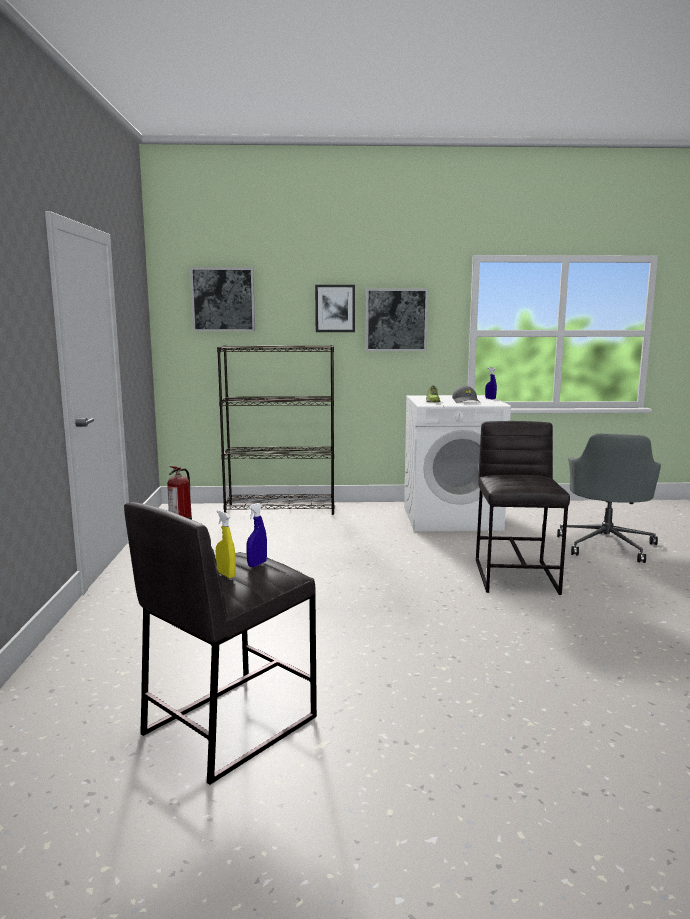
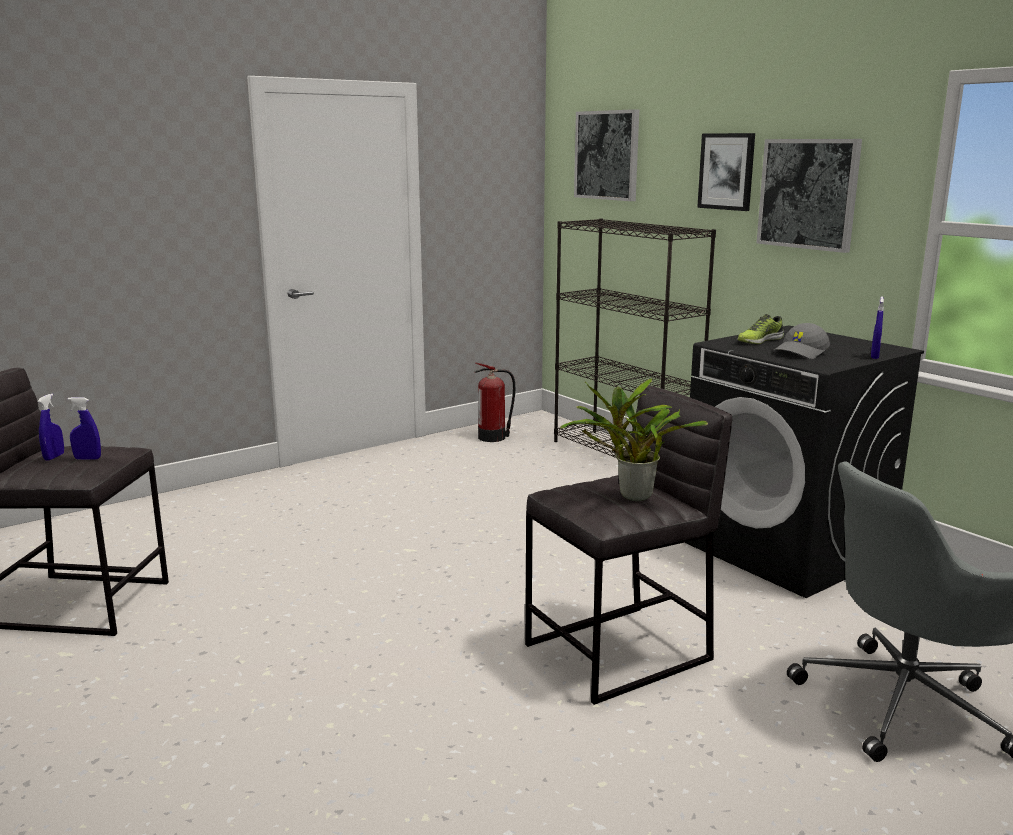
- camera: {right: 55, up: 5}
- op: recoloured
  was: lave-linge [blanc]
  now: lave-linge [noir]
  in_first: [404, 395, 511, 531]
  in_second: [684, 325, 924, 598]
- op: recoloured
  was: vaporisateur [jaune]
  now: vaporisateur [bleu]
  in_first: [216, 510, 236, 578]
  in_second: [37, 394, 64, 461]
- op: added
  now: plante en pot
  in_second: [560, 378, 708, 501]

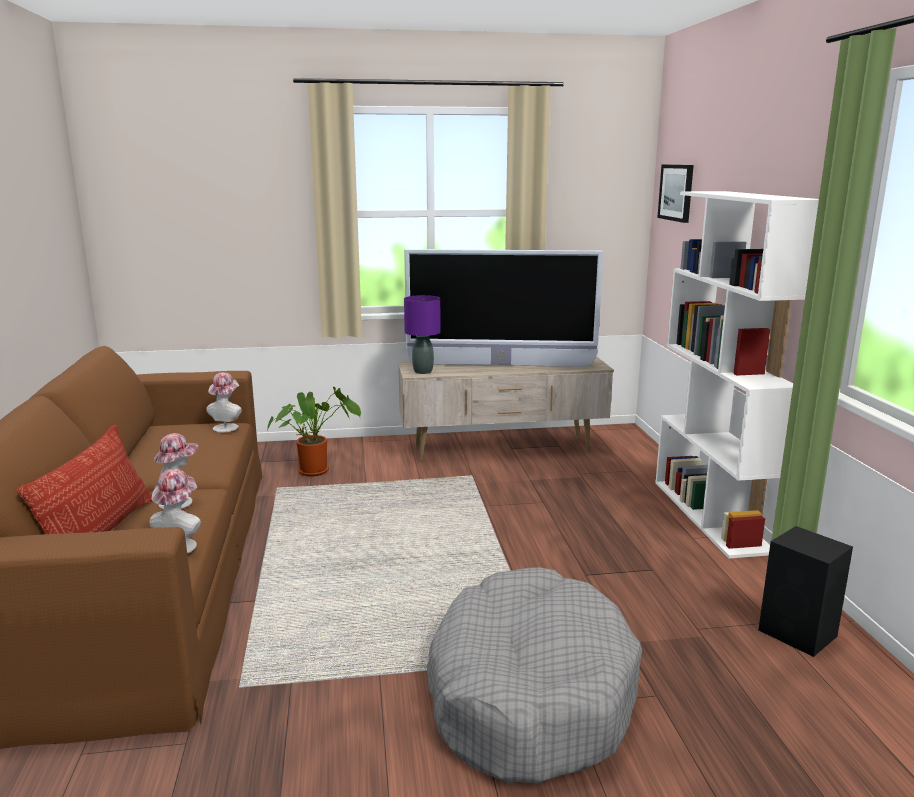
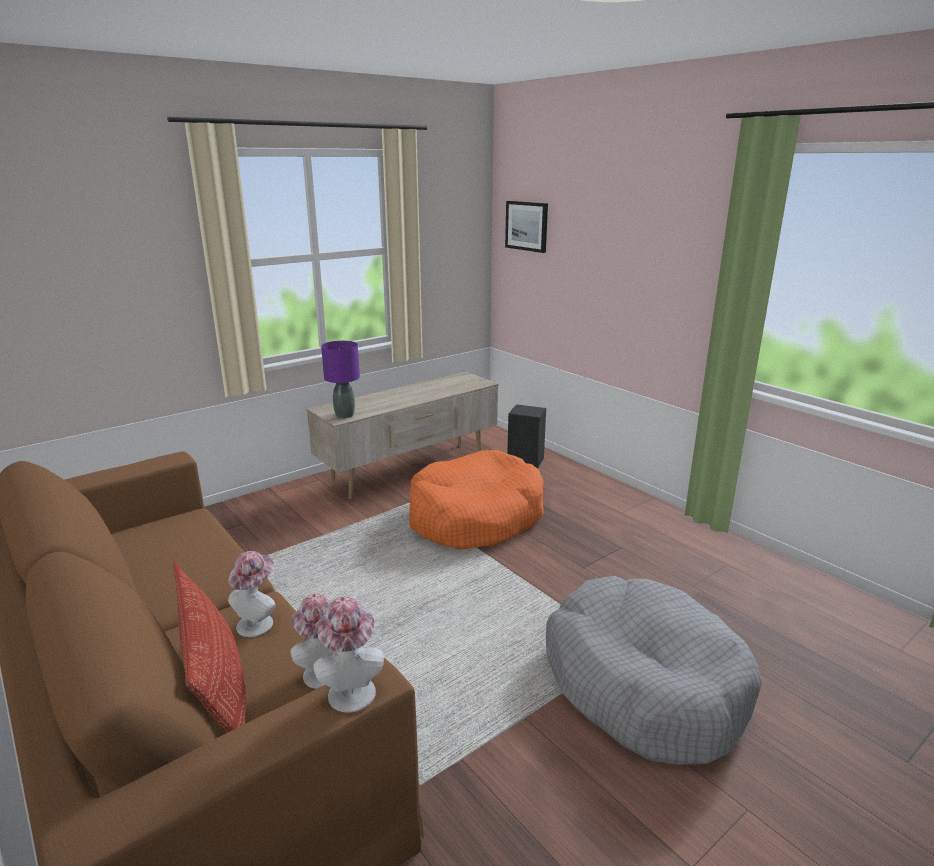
- camera: {right: -30, up: 5}
- op: removed
  was: bibliothèque [blanc]
  in_first: [655, 191, 819, 559]
- op: removed
  was: téléviseur
  in_first: [404, 249, 603, 367]
- op: moved
  was: chapeau
  in_first: [206, 372, 242, 432]
  in_second: [313, 597, 384, 713]
- op: removed
  was: plante en pot
  in_first: [268, 387, 361, 477]
- op: moved
  was: enceinte [noir]
  in_first: [758, 526, 853, 657]
  in_second: [507, 404, 546, 469]
- op: added
  now: panier pour chien [orange]
  in_second: [409, 450, 544, 549]

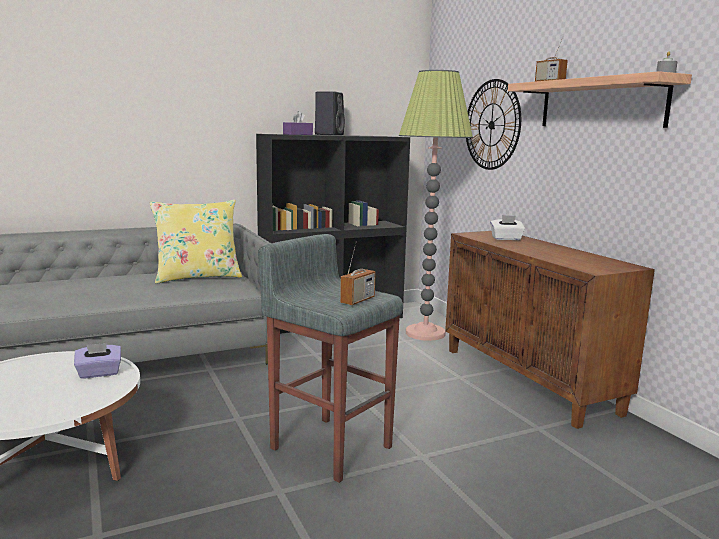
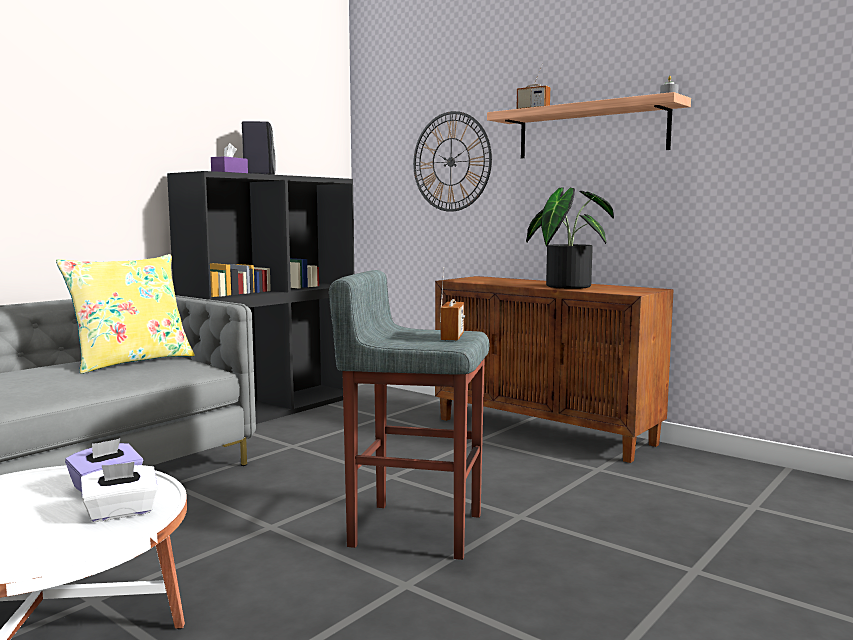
- camera: {right: -25, up: -5}
- op: removed
  was: lampadaire
  in_first: [399, 70, 473, 341]
- op: moved
  was: boîte à mouchoirs [blanc]
  in_first: [490, 215, 525, 240]
  in_second: [81, 462, 158, 522]
- op: added
  now: plante en pot
  in_second: [526, 188, 614, 289]

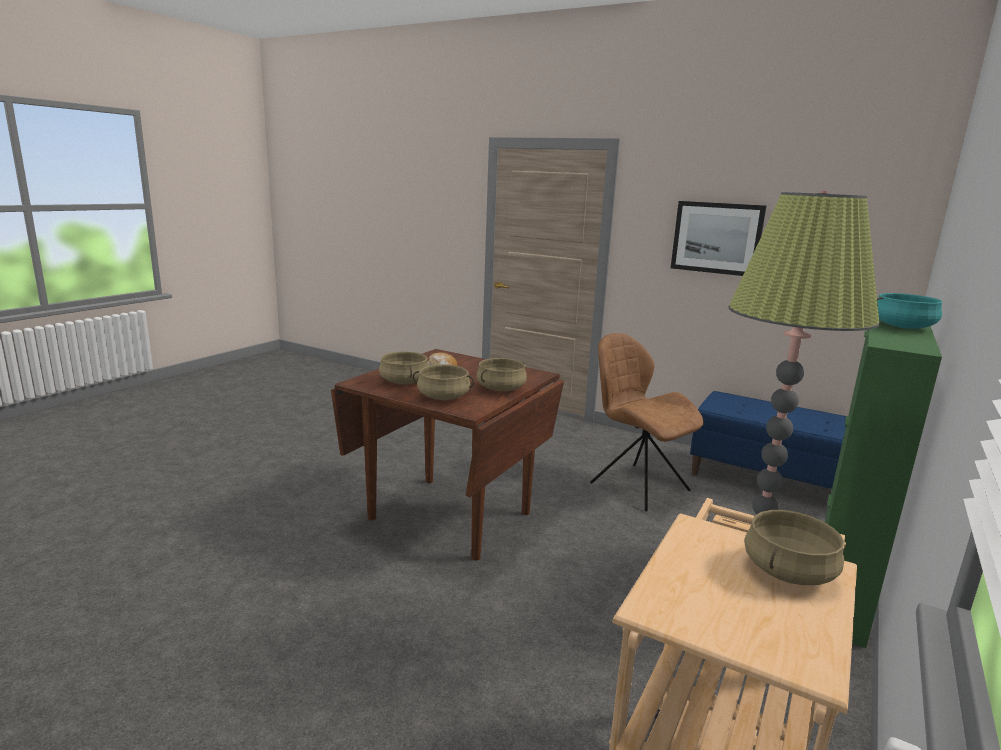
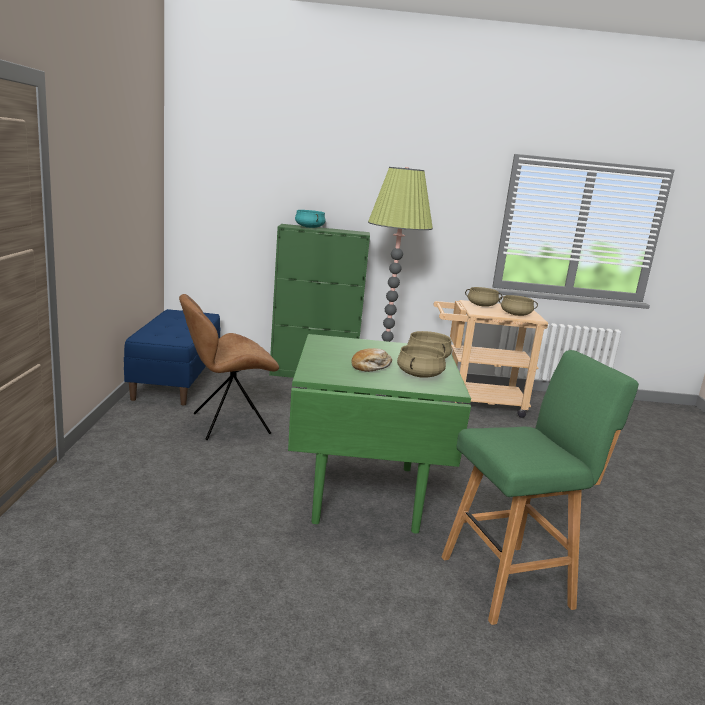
- camera: {right: -120, up: 0}
- op: removed
  was: tableau
  in_first: [671, 201, 766, 276]
- op: turned
  was: chaise [marron]
  in_first: [590, 333, 704, 511]
  in_second: [179, 294, 279, 440]
  clockwise: 45
- op: recoloured
  was: table à manger [marron]
  now: table à manger [vert]
  in_first: [331, 349, 564, 561]
  in_second: [288, 334, 471, 534]
- op: moved
  was: marmite [beige]
  in_first: [476, 358, 527, 392]
  in_second: [499, 295, 538, 316]
- op: added
  now: tabouret [vert]
  in_second: [442, 350, 639, 625]

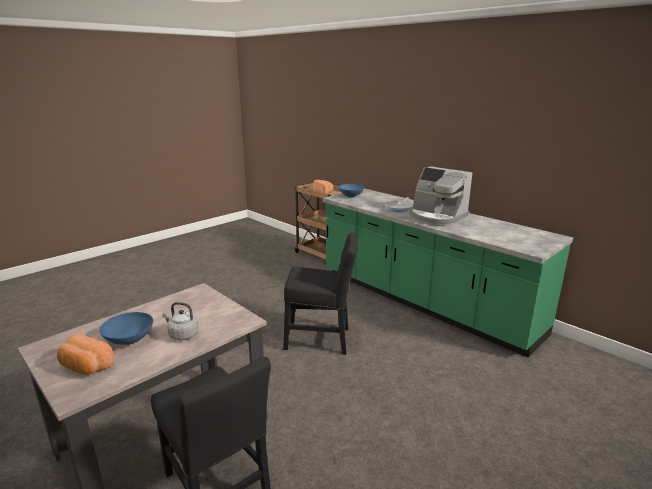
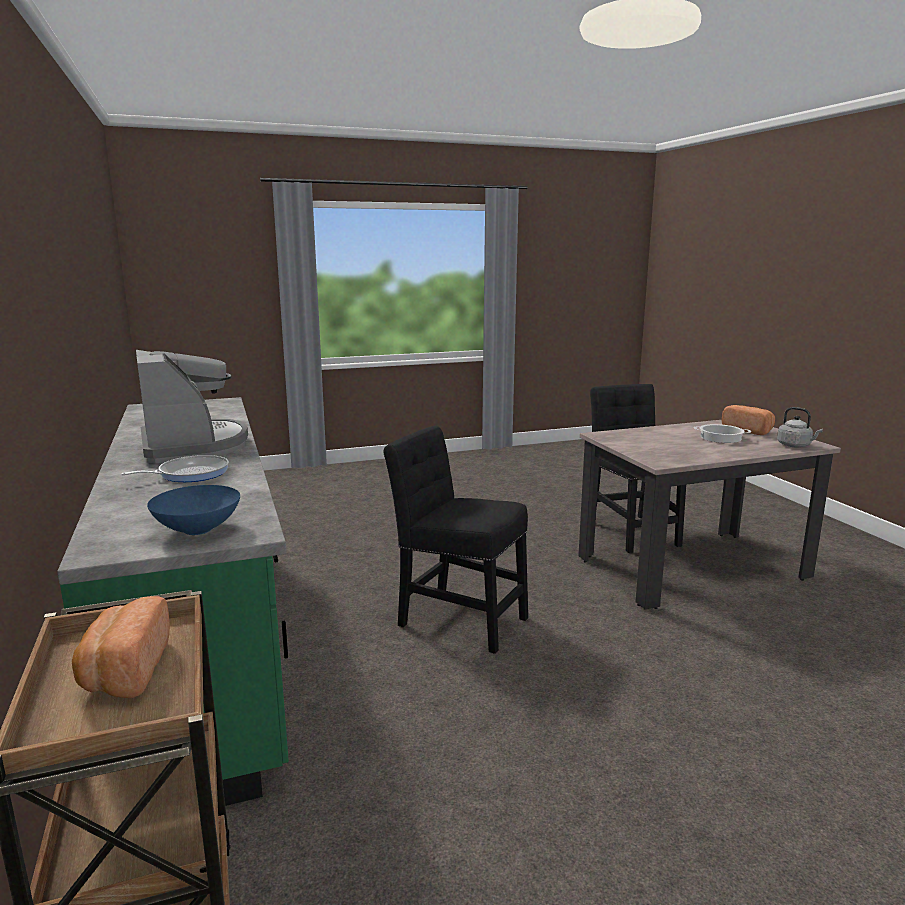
- camera: {right: -155, up: -5}
- op: moved
  was: bouilloire [gris]
  in_first: [162, 302, 199, 340]
  in_second: [777, 407, 823, 447]
- op: replaced
  was: bol [bleu]
  now: marmite
  in_first: [99, 312, 153, 345]
  in_second: [694, 424, 751, 443]

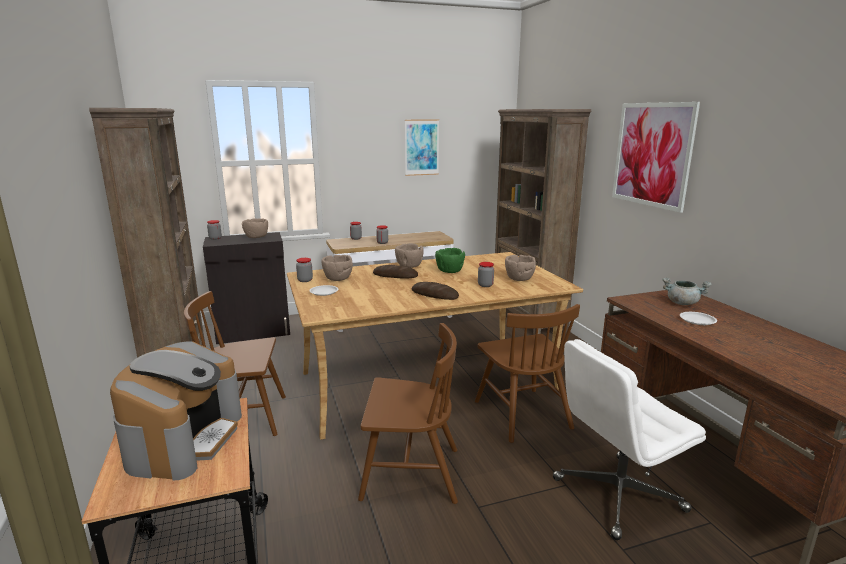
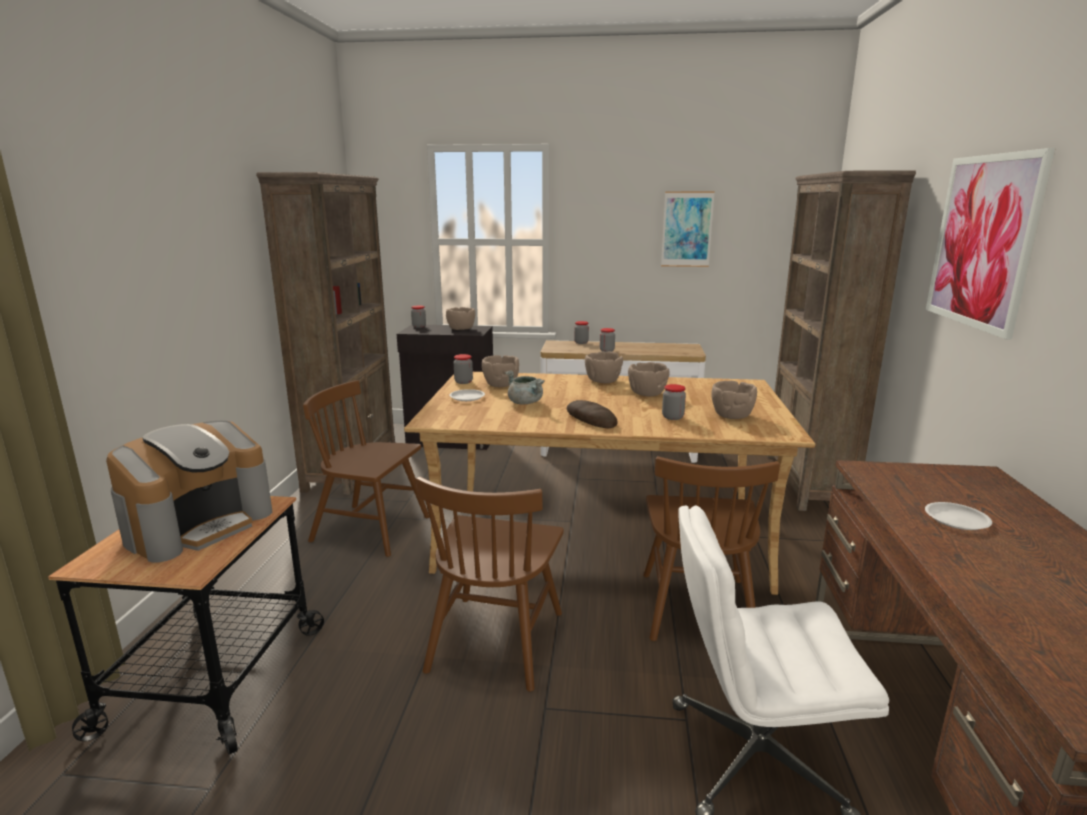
- camera: {right: 25, up: 0}
- op: recoloured
  was: bol [vert]
  now: bol [marron]
  in_first: [435, 248, 465, 273]
  in_second: [628, 362, 670, 396]
- op: removed
  was: pain
  in_first: [373, 265, 418, 279]
- op: moved
  was: marmite [gris]
  in_first: [662, 277, 712, 305]
  in_second: [505, 370, 545, 405]
- op: turned
  was: chaise [marron]
  in_first: [358, 323, 458, 504]
  in_second: [416, 477, 564, 692]
  clockwise: 75

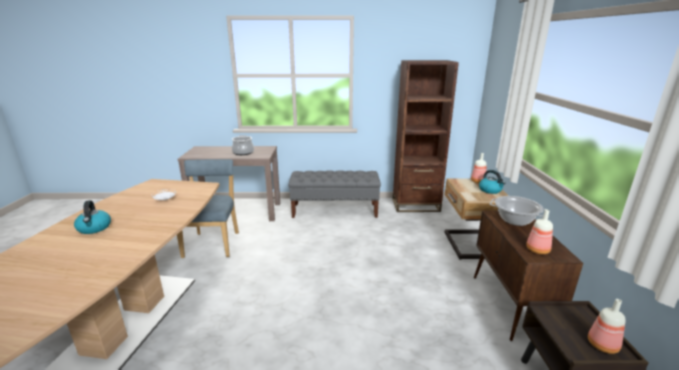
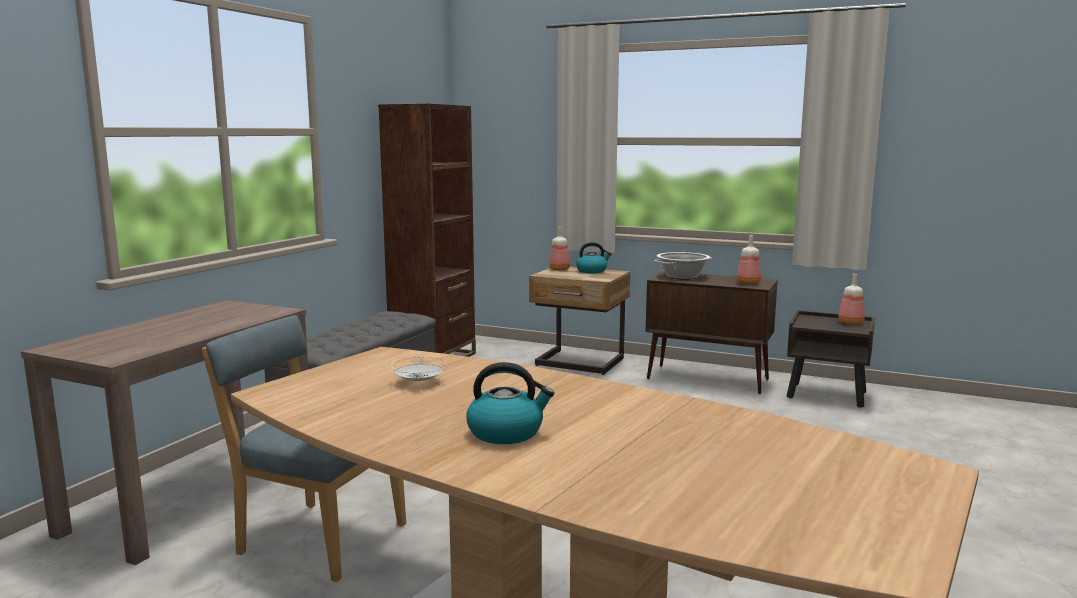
- camera: {right: -65, up: -10}
- op: removed
  was: marmite
  in_first: [232, 135, 254, 155]

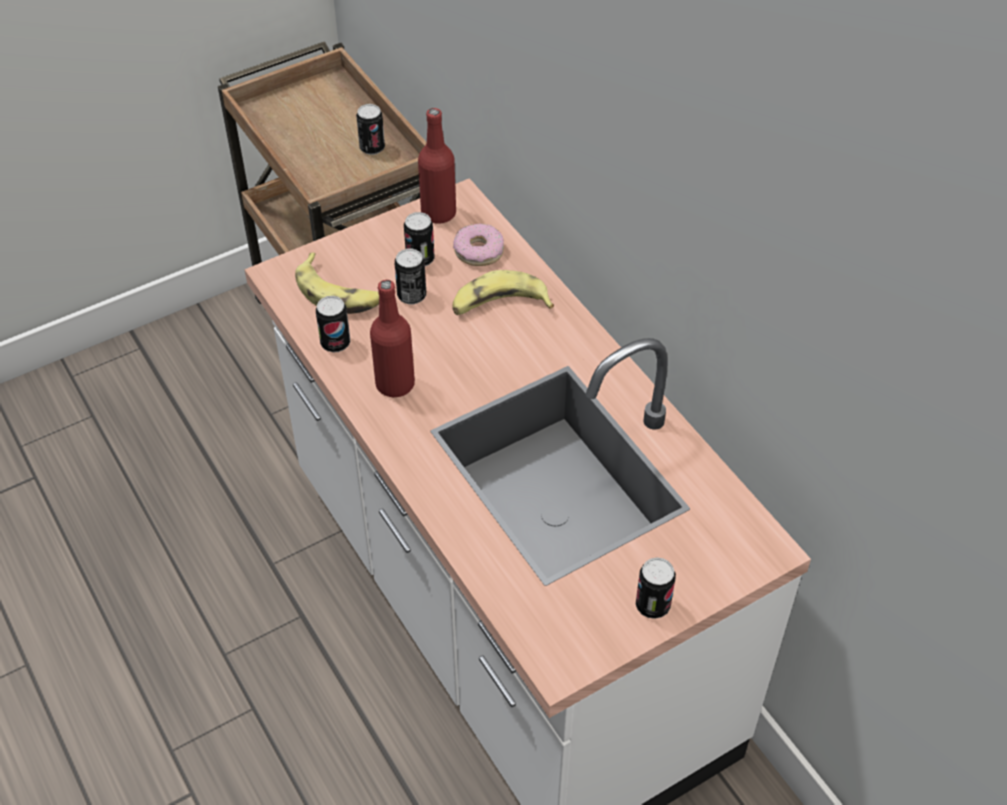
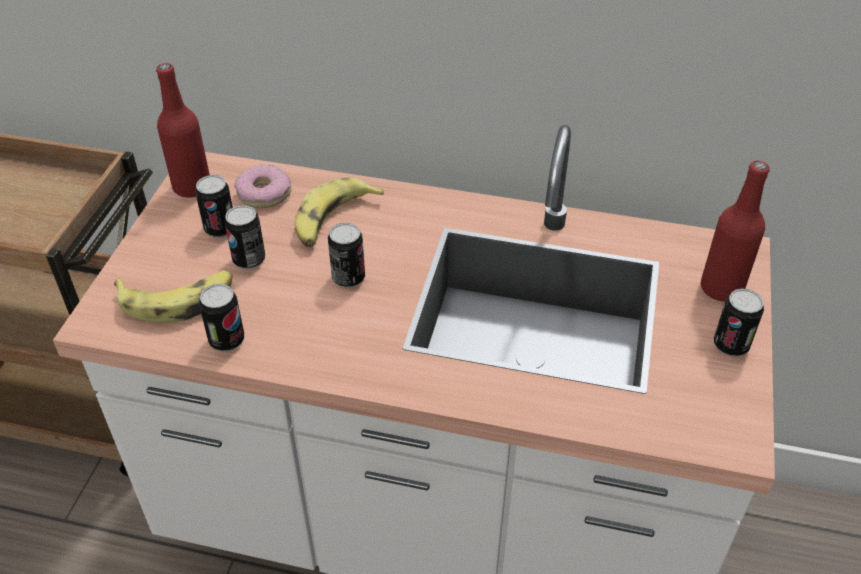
- camera: {right: -45, up: -5}
- op: moved
  was: boîte métallique
  in_first: [356, 104, 385, 155]
  in_second: [328, 223, 365, 288]
- op: moved
  was: bouteille [rouge]
  in_first: [370, 280, 415, 397]
  in_second: [700, 160, 770, 302]

